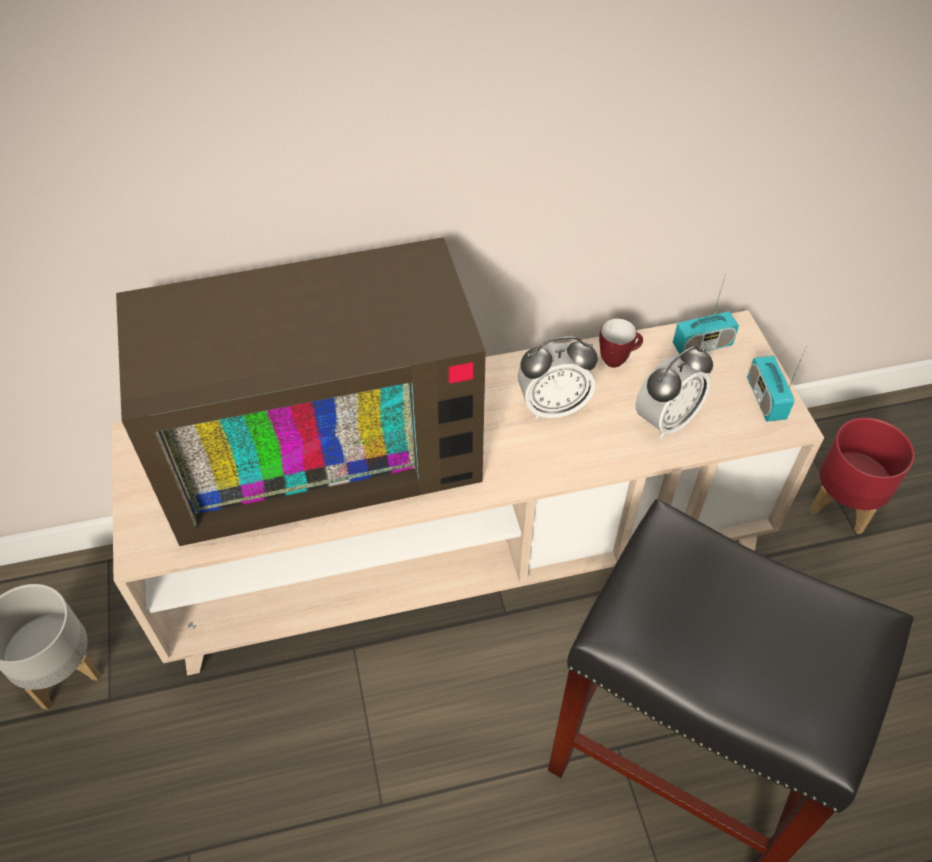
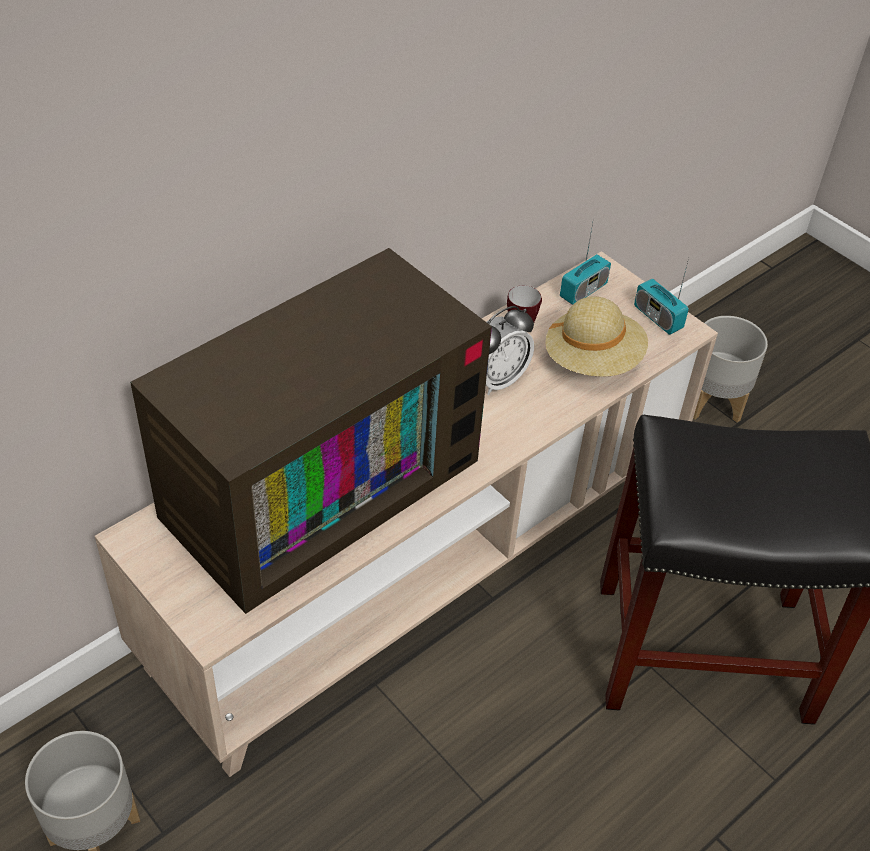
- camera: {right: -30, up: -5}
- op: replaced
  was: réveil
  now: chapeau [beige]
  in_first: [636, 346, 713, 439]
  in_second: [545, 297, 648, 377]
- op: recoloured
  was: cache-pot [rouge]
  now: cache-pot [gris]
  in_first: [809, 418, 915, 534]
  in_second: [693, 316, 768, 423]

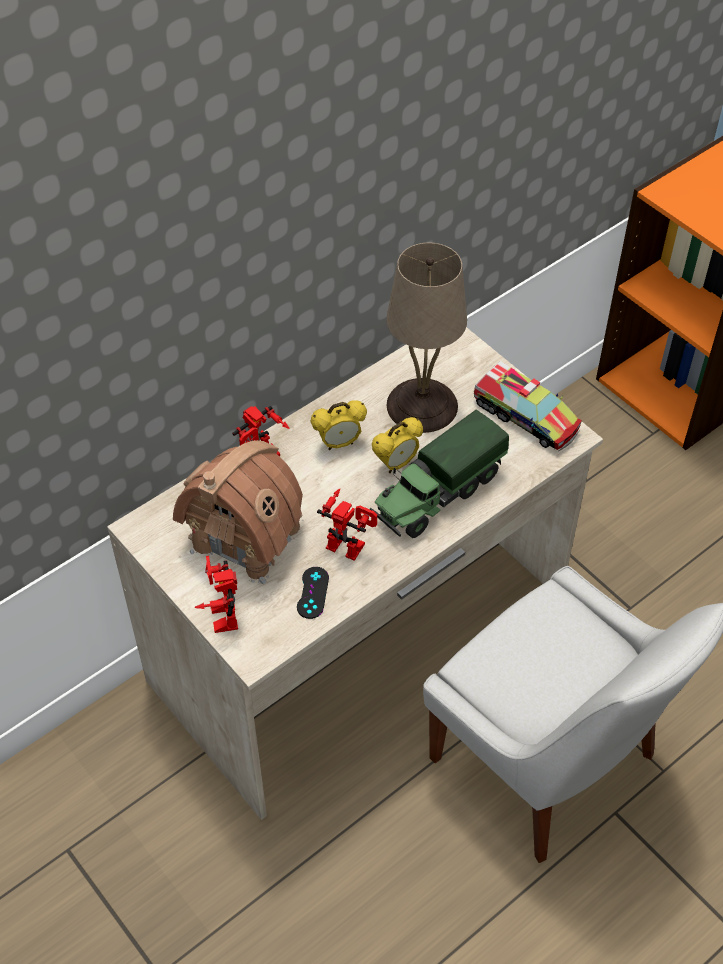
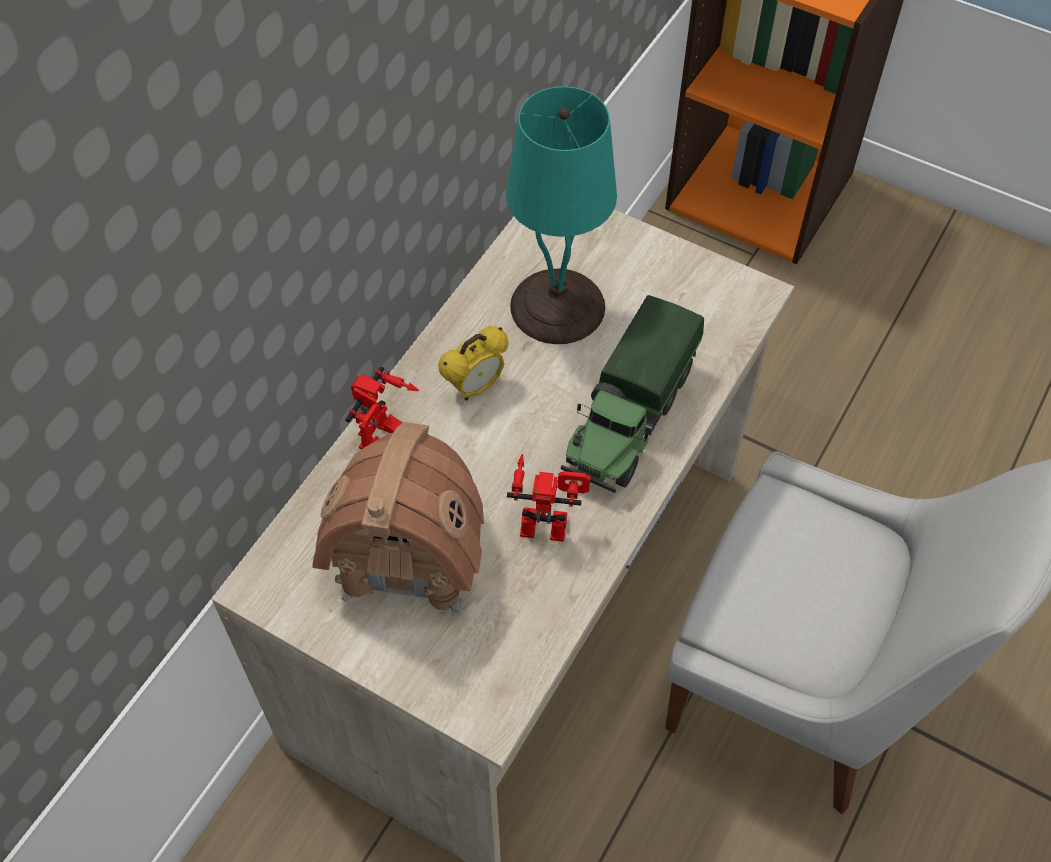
- camera: {right: -20, up: 5}
- op: recoloured
  was: lampe de table [beige]
  now: lampe de table [turquoise]
  in_first: [386, 242, 467, 433]
  in_second: [506, 86, 617, 344]
- op: removed
  was: camion jouet
  in_first: [473, 361, 582, 451]
- op: removed
  was: réveil
  in_first: [372, 417, 423, 473]
- op: removed
  was: robot jouet
  in_first: [194, 556, 238, 633]
- op: removed
  was: manette [noir]
  in_first: [297, 567, 329, 619]

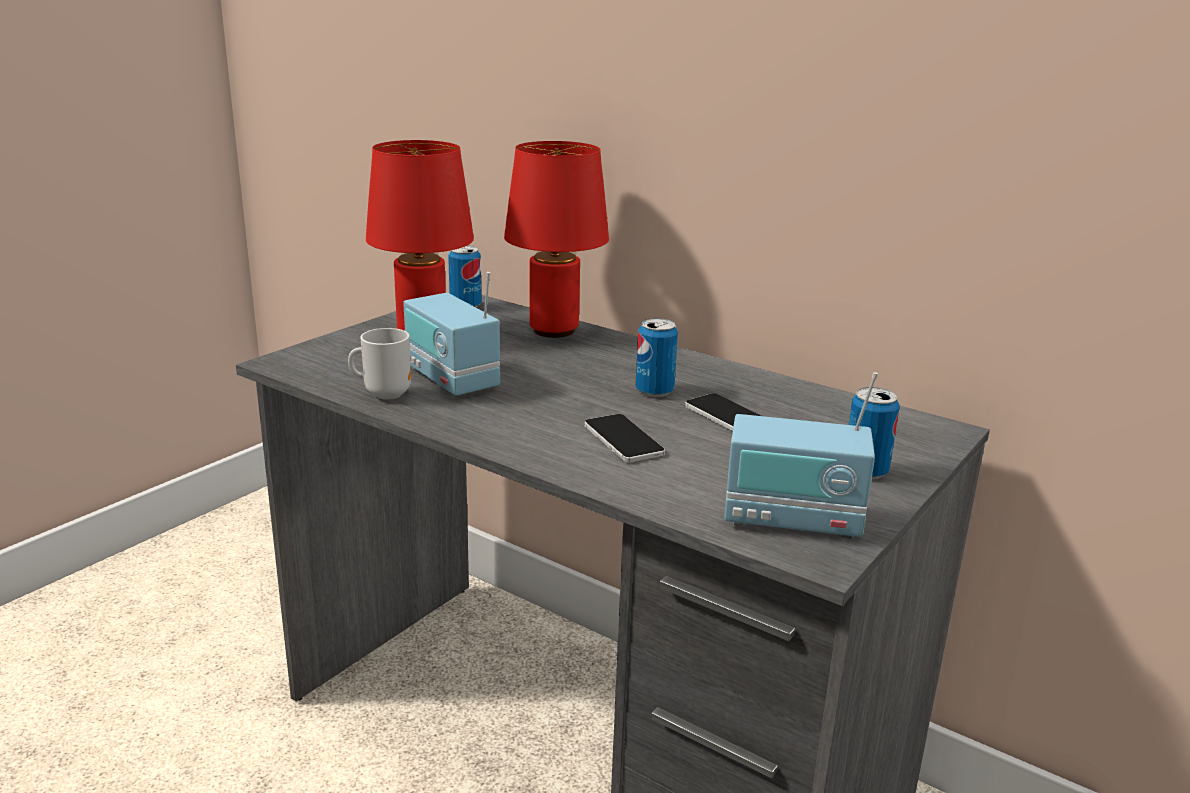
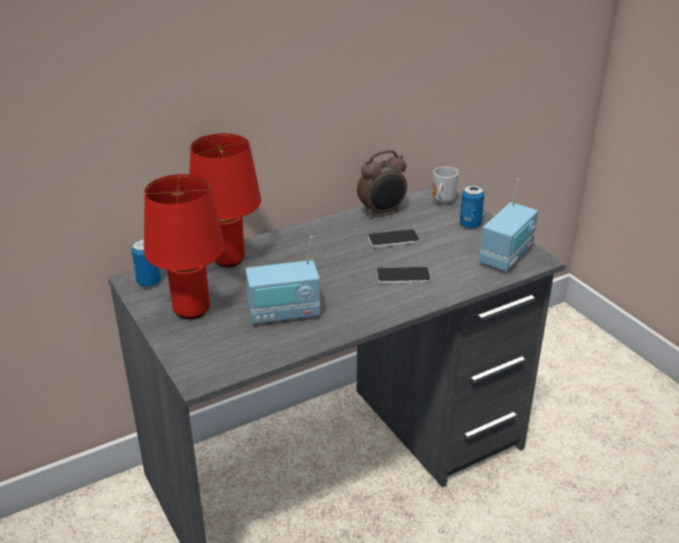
- camera: {right: -65, up: 10}
- op: removed
  was: boîte métallique
  in_first: [636, 318, 678, 397]
- op: moved
  was: mug
  in_first: [348, 328, 411, 400]
  in_second: [432, 167, 458, 204]
- op: added
  now: réveil
  in_second: [357, 150, 407, 218]

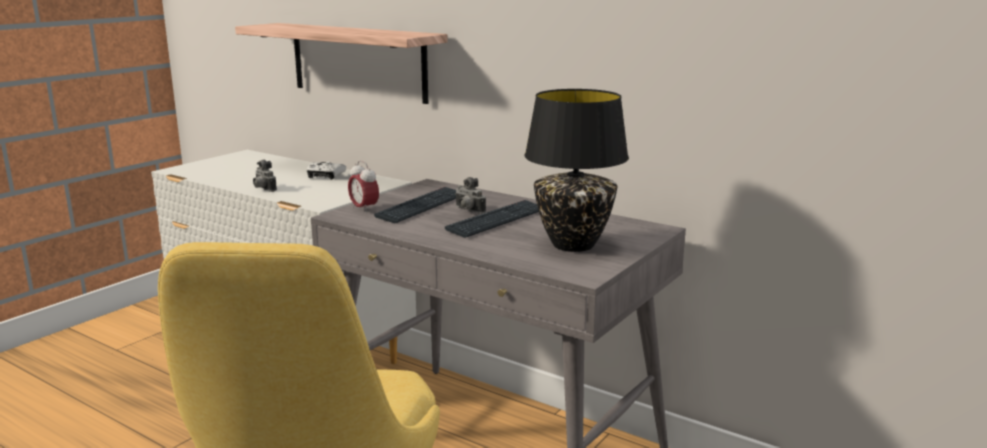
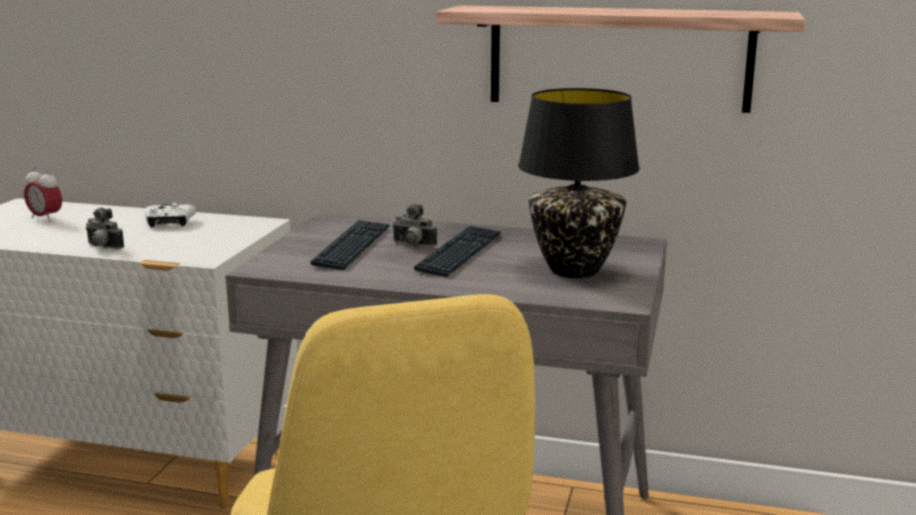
- camera: {right: -20, up: 0}
- op: moved
  was: étagère
  in_first: [235, 23, 448, 104]
  in_second: [436, 5, 805, 113]
- op: moved
  was: réveil
  in_first: [348, 161, 379, 213]
  in_second: [24, 166, 62, 222]

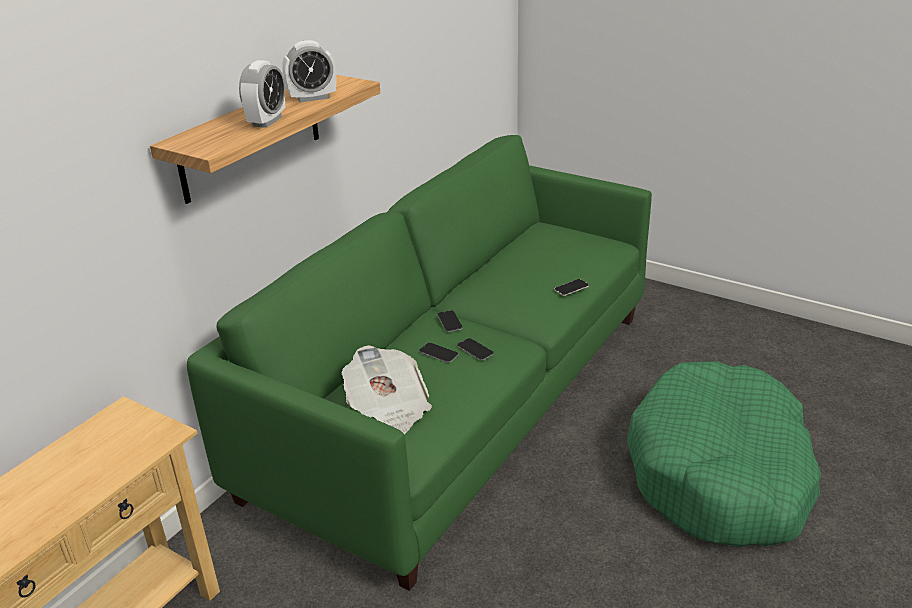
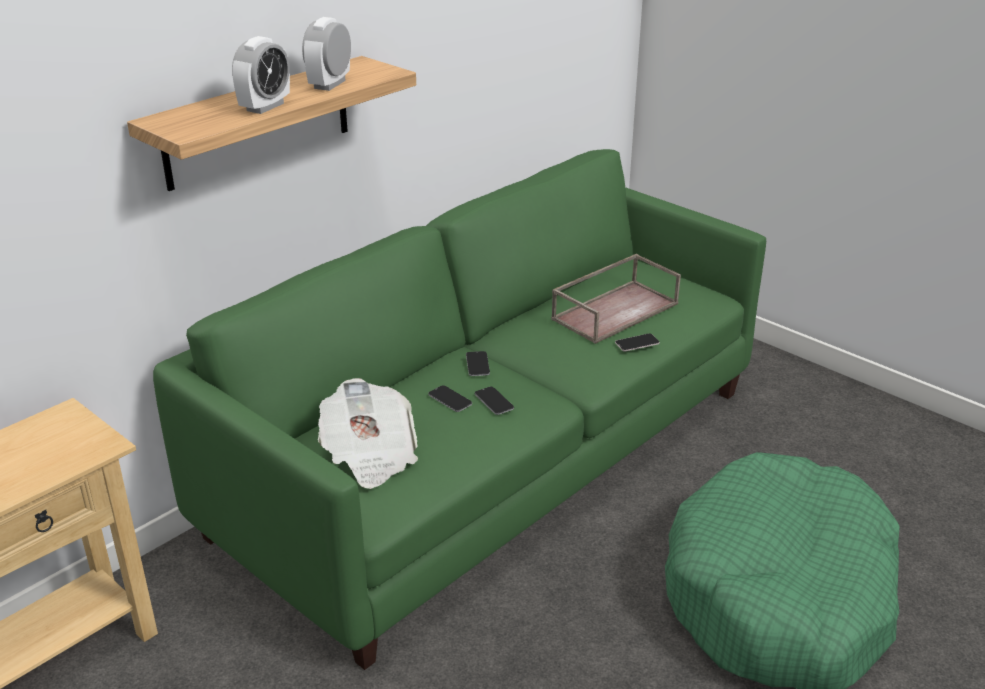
- camera: {right: 10, up: 0}
- op: turned
  was: réveil
  in_first: [282, 40, 337, 103]
  in_second: [302, 17, 351, 91]
  clockwise: 120
- op: added
  now: plateau [marron]
  in_second: [551, 254, 681, 344]

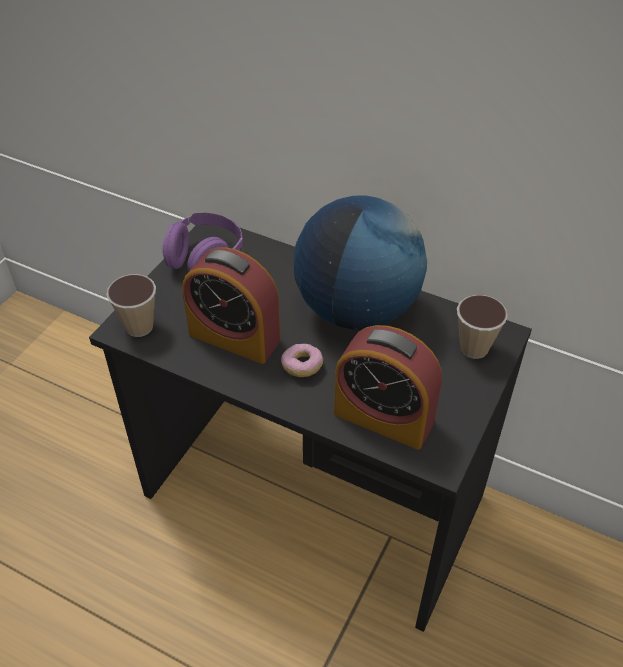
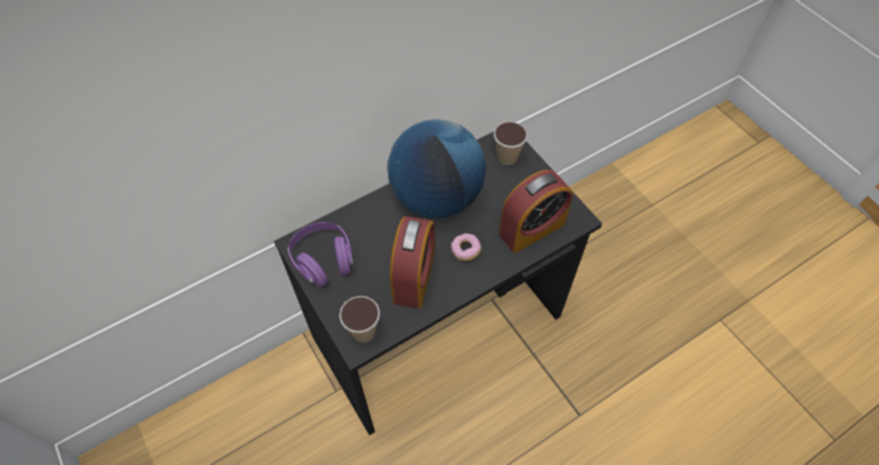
- camera: {right: -60, up: 10}
- op: turned
  was: réveil
  in_first: [182, 247, 281, 364]
  in_second: [390, 216, 435, 309]
  clockwise: -45

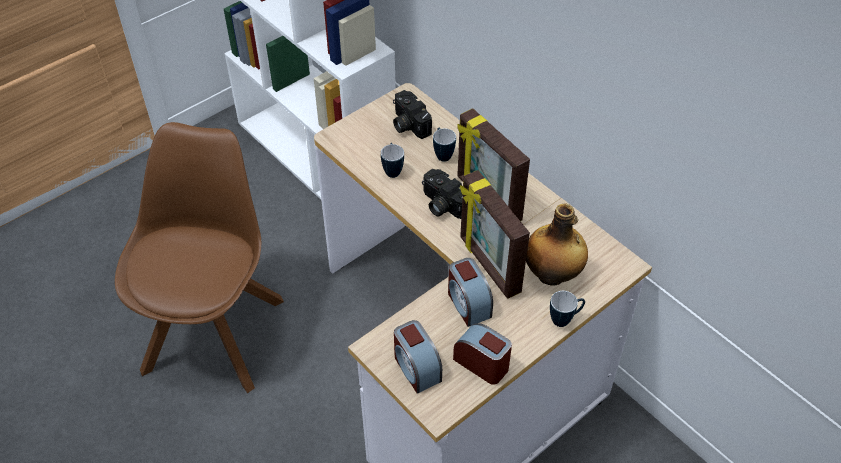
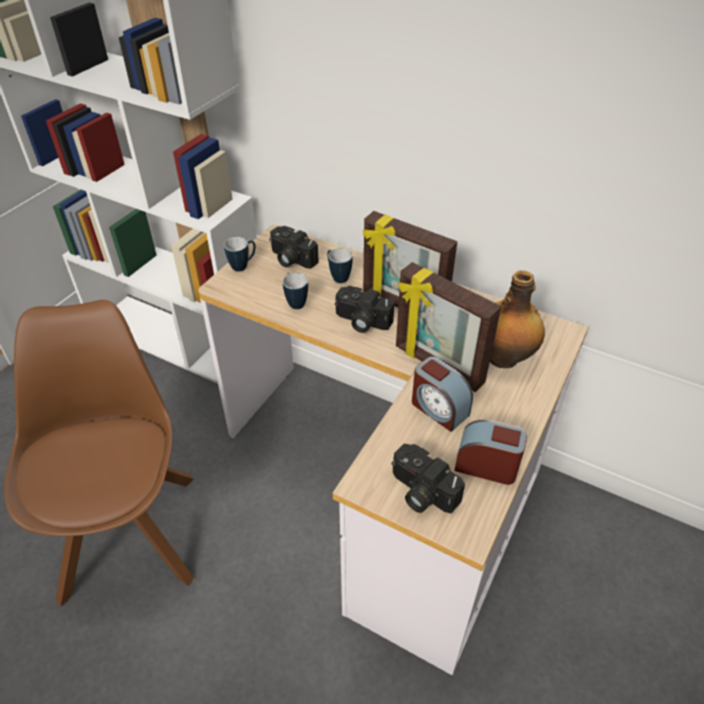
- camera: {right: -20, up: -5}
- op: moved
  was: mug
  in_first: [550, 291, 585, 327]
  in_second: [224, 237, 256, 272]
- op: replaced
  was: réveil
  now: appareil photo
  in_first: [394, 320, 442, 394]
  in_second: [391, 444, 465, 513]

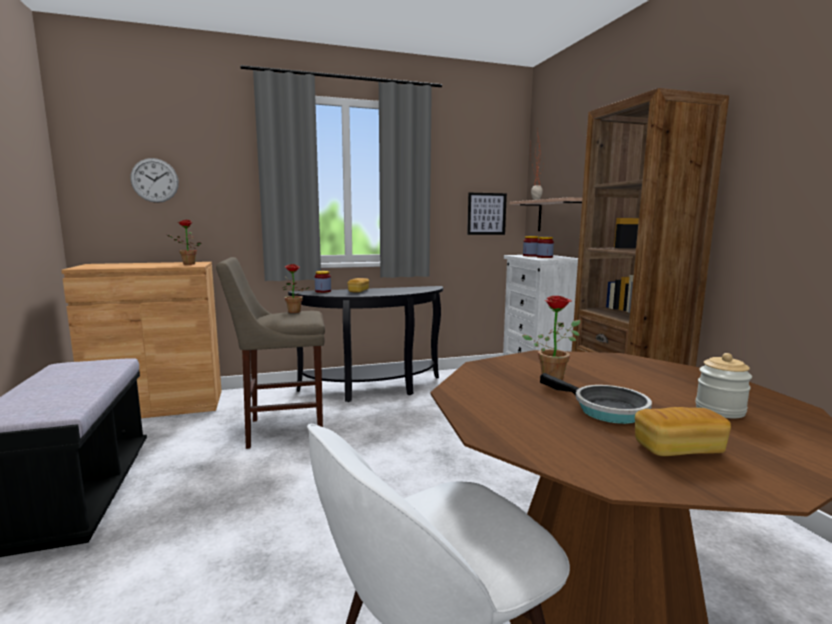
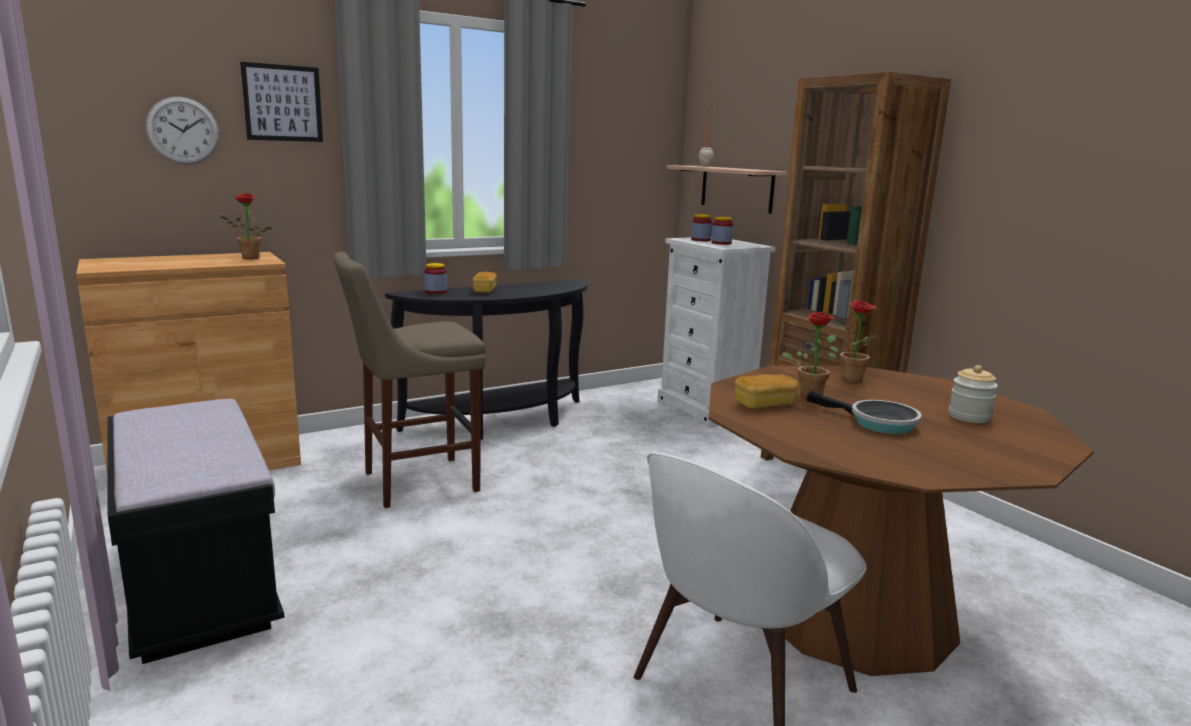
- camera: {right: -15, up: 5}
- op: moved
  was: tableau
  in_first: [467, 193, 507, 235]
  in_second: [240, 62, 323, 142]
- op: moved
  was: plante en pot
  in_first: [283, 264, 310, 313]
  in_second: [840, 300, 877, 383]
- op: moved
  was: pain
  in_first: [635, 407, 731, 456]
  in_second: [735, 374, 798, 409]

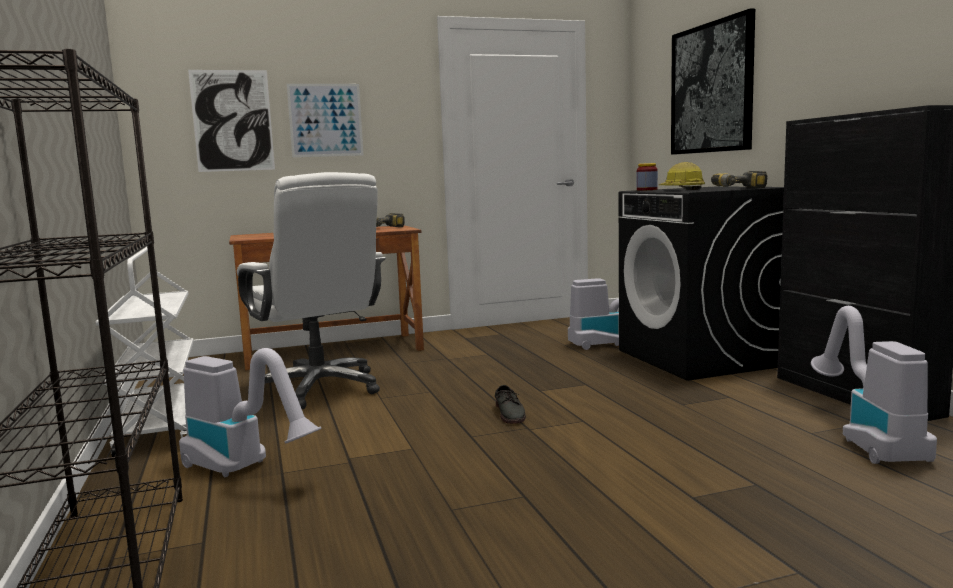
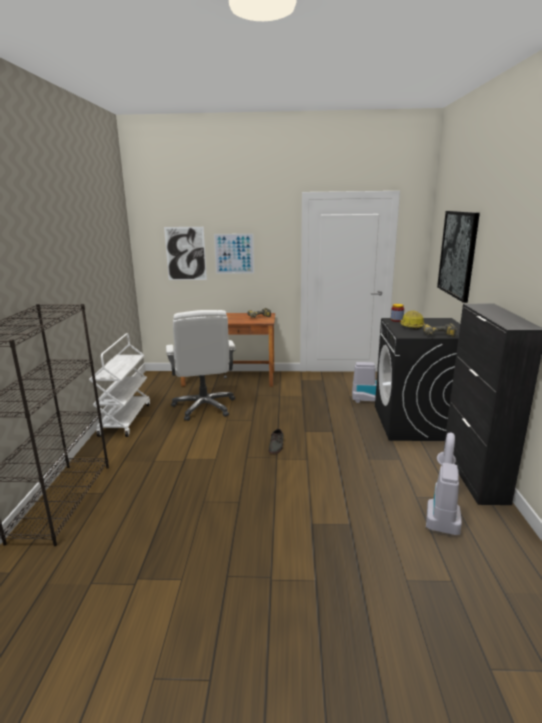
- camera: {right: 20, up: 10}
- op: removed
  was: aspirateur
  in_first: [179, 348, 321, 477]

